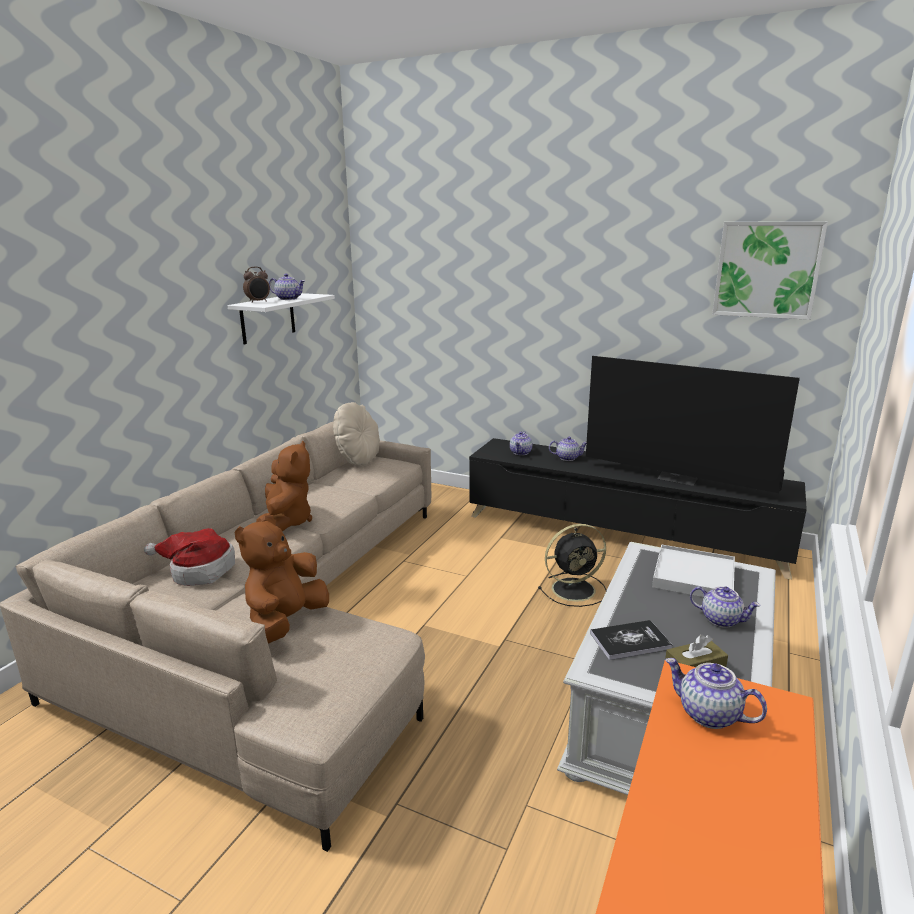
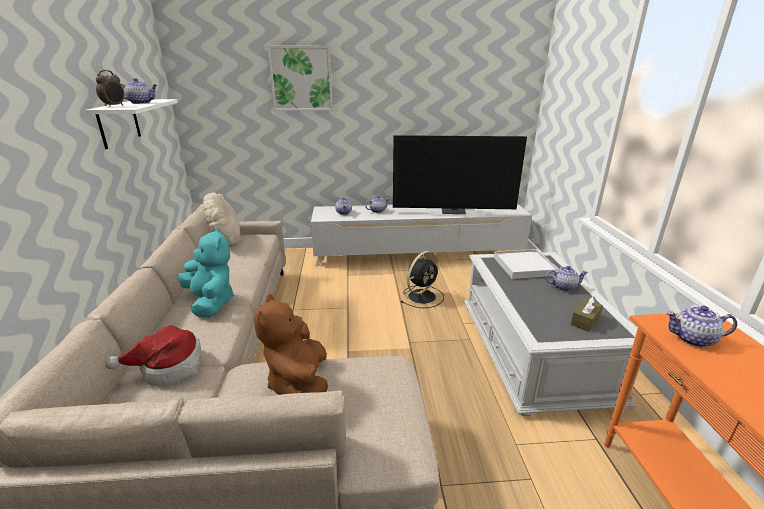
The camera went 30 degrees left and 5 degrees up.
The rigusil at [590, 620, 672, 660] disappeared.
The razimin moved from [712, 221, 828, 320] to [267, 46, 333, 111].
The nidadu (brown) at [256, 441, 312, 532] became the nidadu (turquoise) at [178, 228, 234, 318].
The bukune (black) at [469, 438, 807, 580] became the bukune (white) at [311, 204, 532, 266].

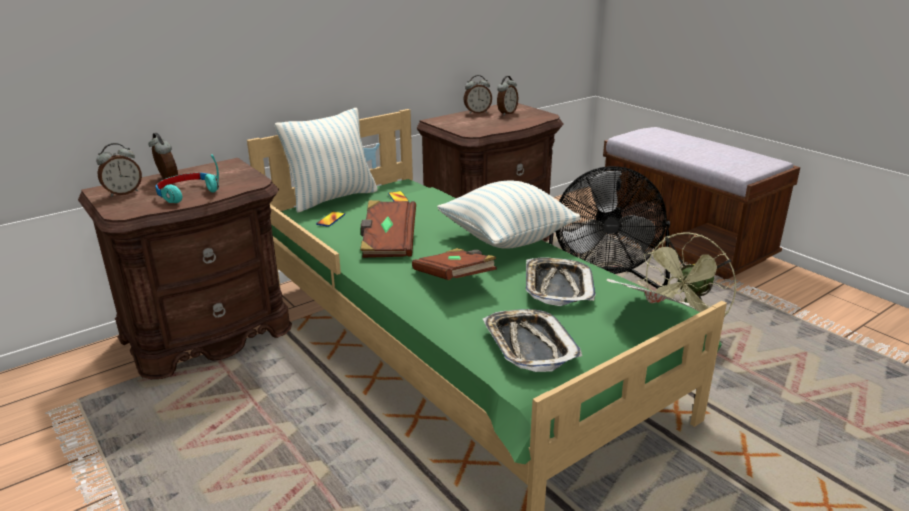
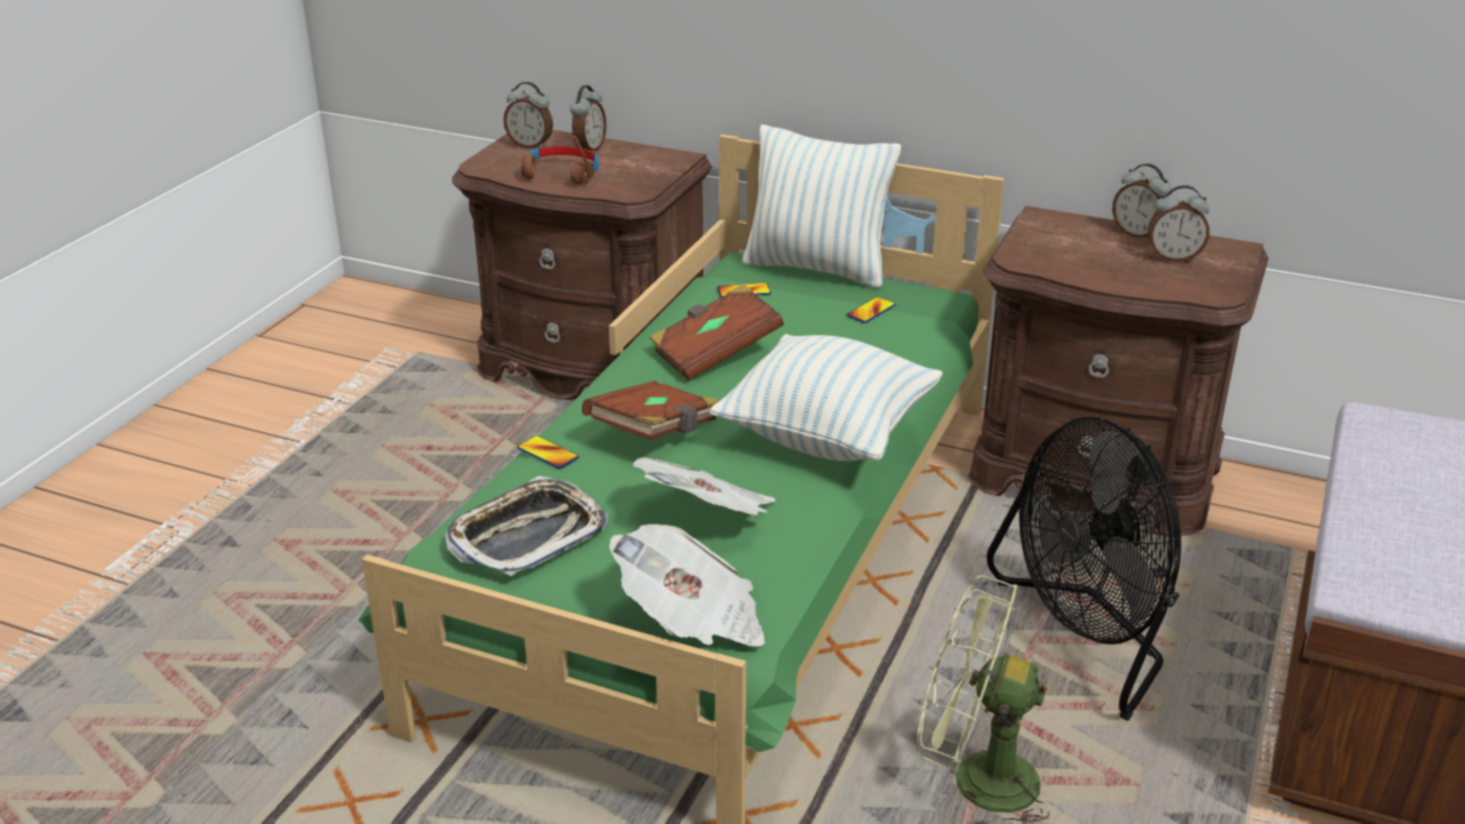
The camera went 60 degrees right and 5 degrees up.
The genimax at [517, 435, 579, 469] appeared.
The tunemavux at [526, 257, 596, 306] was replaced by the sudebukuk at [633, 457, 776, 516].
The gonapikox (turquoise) at [155, 154, 219, 203] became the gonapikox (brown) at [521, 135, 599, 184].

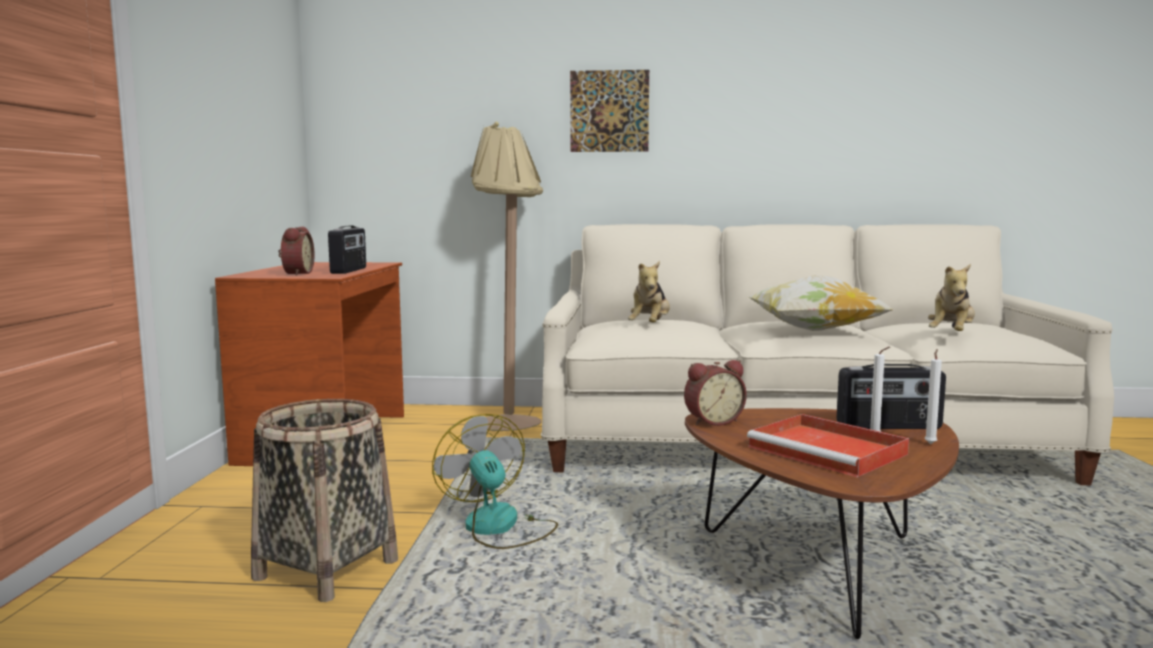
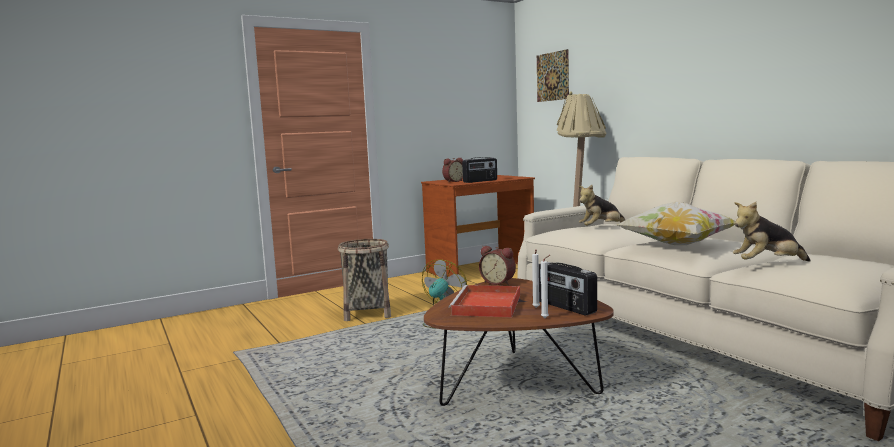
The camera went 55 degrees right and 0 degrees up.
The razimin moved from [570, 70, 649, 152] to [537, 49, 569, 102].

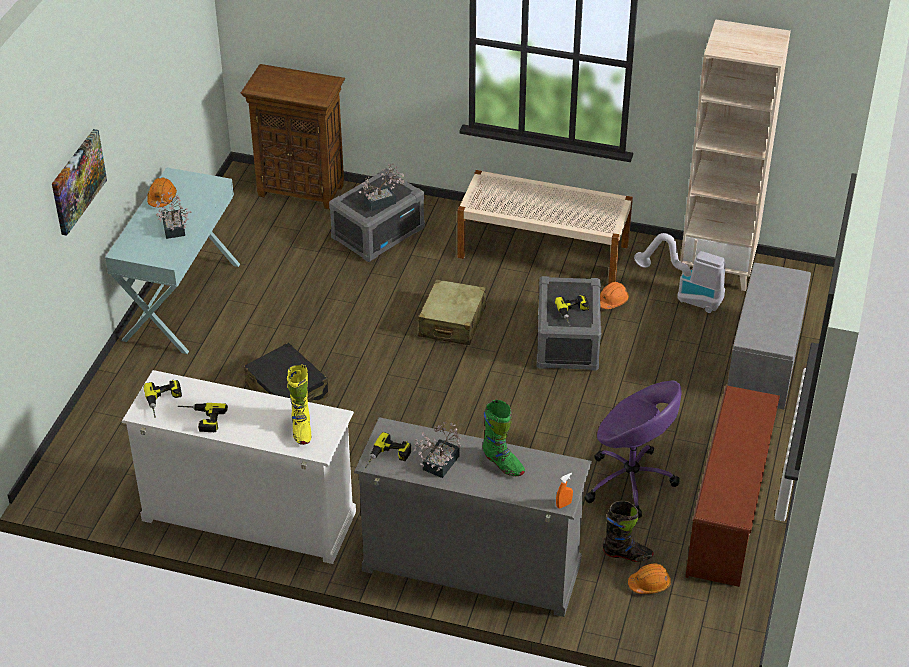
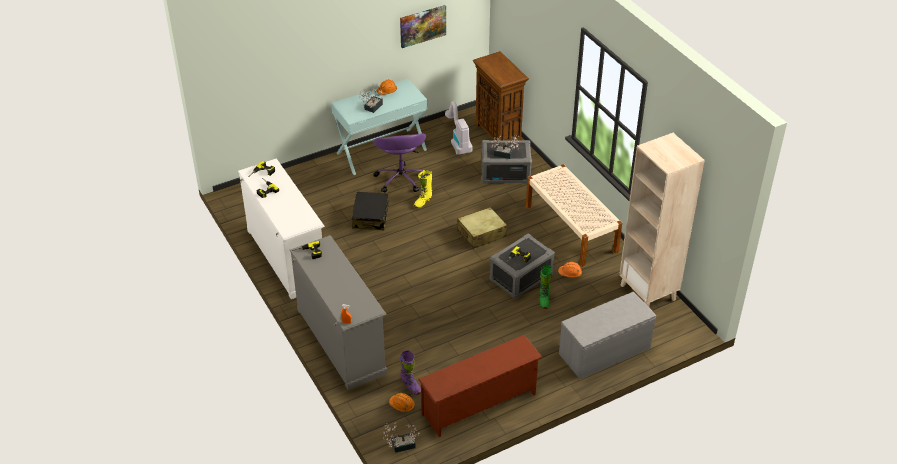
The camera went 45 degrees right and 0 degrees up.
The razimin moved from [52, 129, 107, 236] to [400, 5, 446, 48].
The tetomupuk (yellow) moved from [287, 365, 311, 445] to [414, 170, 432, 208].
The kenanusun moved from [413, 422, 461, 478] to [383, 423, 420, 453].
The tetomupuk (green) moved from [483, 400, 525, 476] to [540, 265, 552, 309].
The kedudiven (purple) moved from [584, 380, 681, 518] to [373, 134, 426, 193].
The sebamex moved from [634, 233, 726, 313] to [445, 101, 473, 154].
The tetomupuk (black) at [602, 501, 653, 562] became the tetomupuk (purple) at [400, 350, 421, 395].

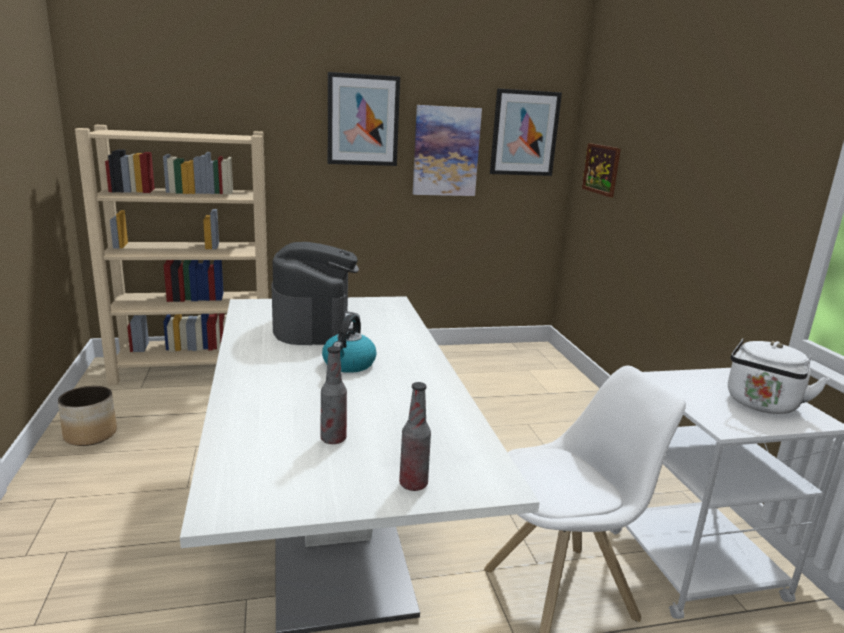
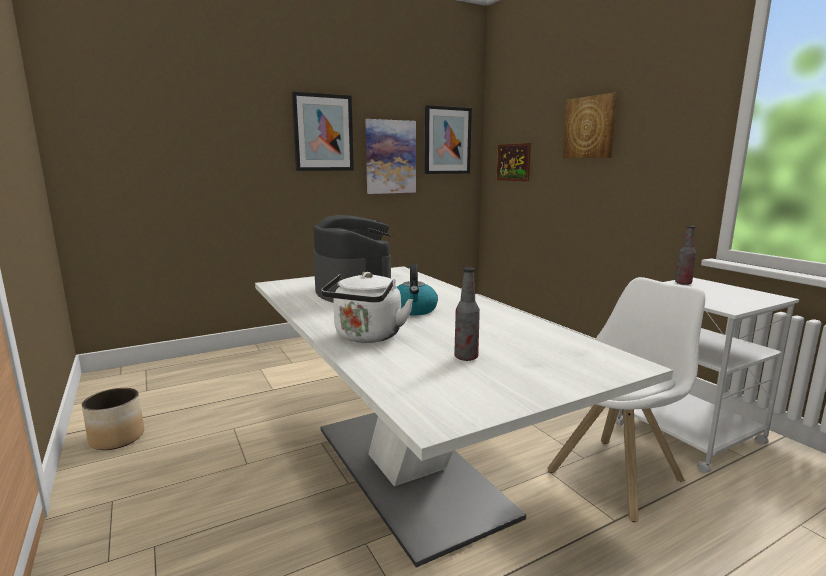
The camera went 15 degrees left and 5 degrees down.
The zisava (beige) at [75, 125, 268, 385] disappeared.
The razimin at [563, 93, 617, 158] appeared.
The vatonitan moved from [399, 382, 431, 491] to [675, 226, 696, 285].
The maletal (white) moved from [728, 338, 830, 414] to [321, 272, 413, 343].

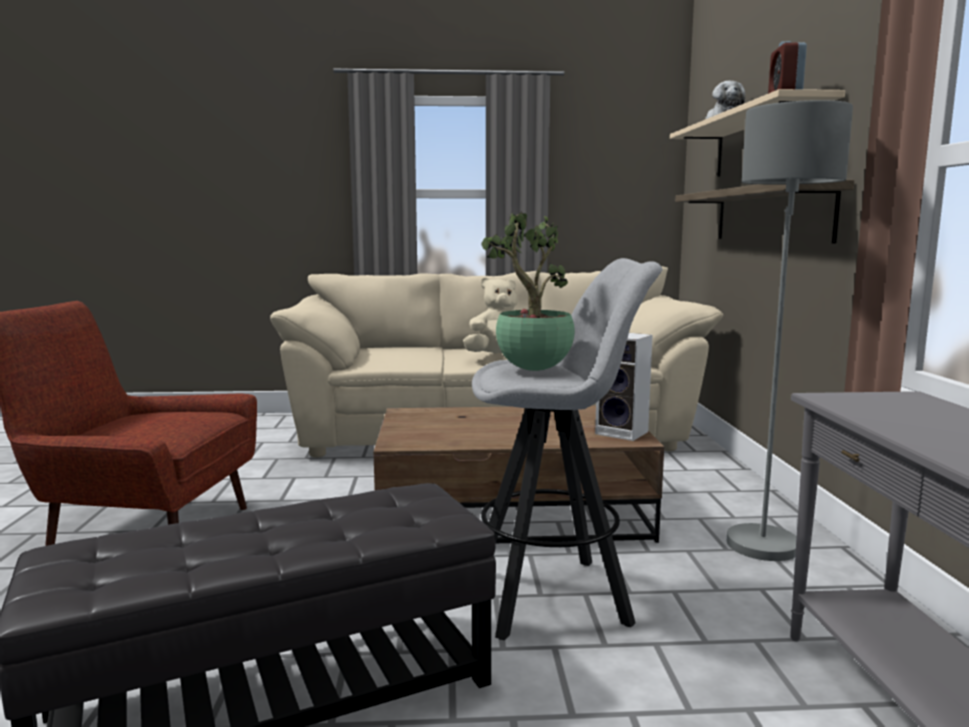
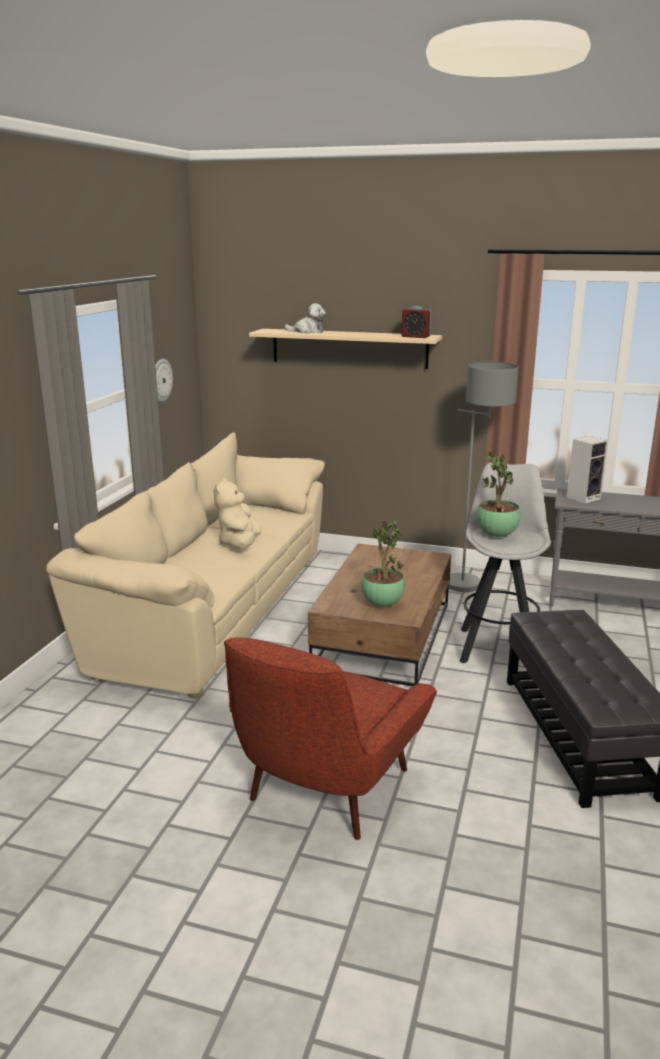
The camera went 70 degrees left and 10 degrees up.
The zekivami at [675, 180, 855, 244] disappeared.
The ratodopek at [155, 359, 173, 402] appeared.
The kenanusun at [361, 520, 405, 607] appeared.
The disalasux moved from [595, 333, 653, 441] to [567, 436, 608, 504].

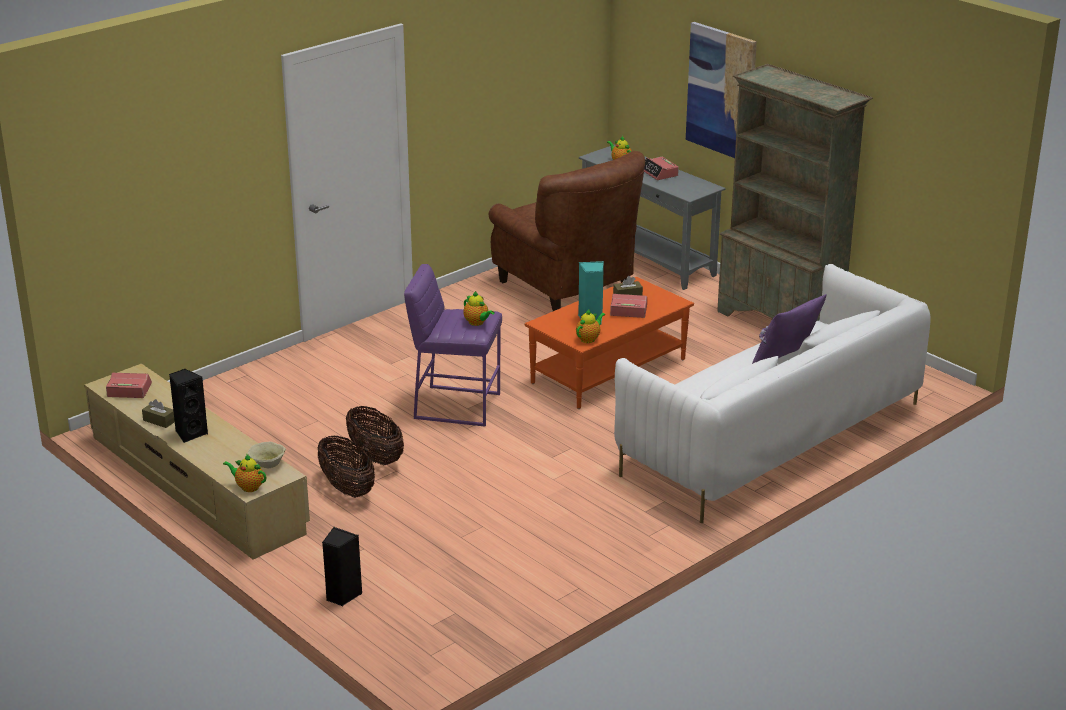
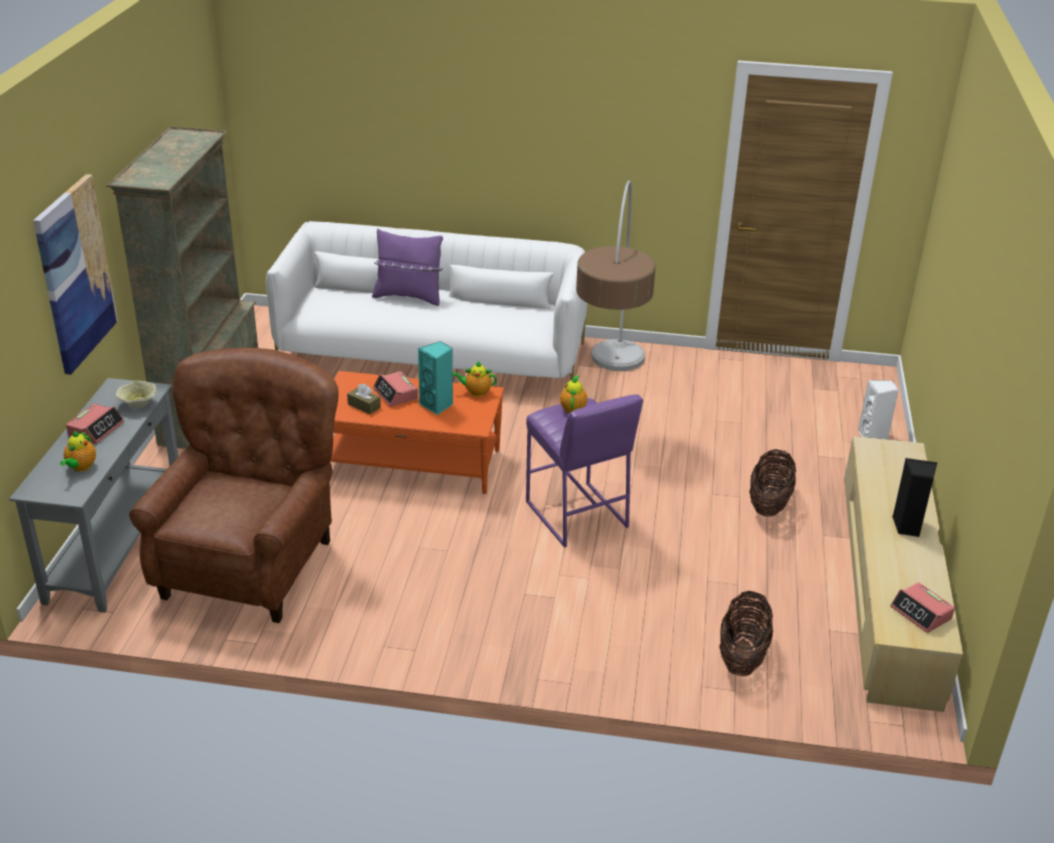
The camera went 130 degrees left and 5 degrees up.
The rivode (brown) at [142, 399, 175, 428] disappeared.
The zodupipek at [223, 454, 266, 492] disappeared.
The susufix at [576, 181, 655, 371] appeared.
The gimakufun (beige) moved from [248, 442, 286, 468] to [116, 381, 157, 409].
The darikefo moved from [346, 406, 404, 465] to [719, 591, 773, 677].
The disalasux (black) at [322, 527, 362, 606] became the disalasux (white) at [858, 380, 899, 439].

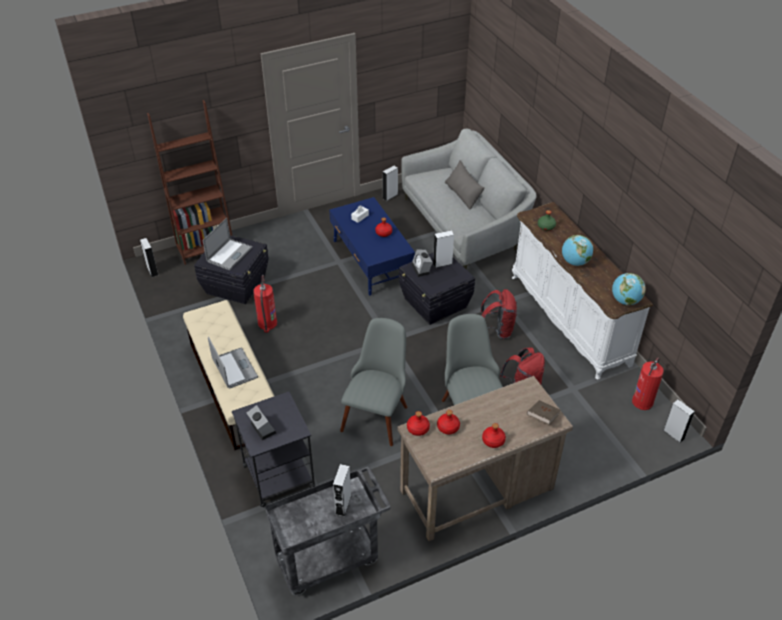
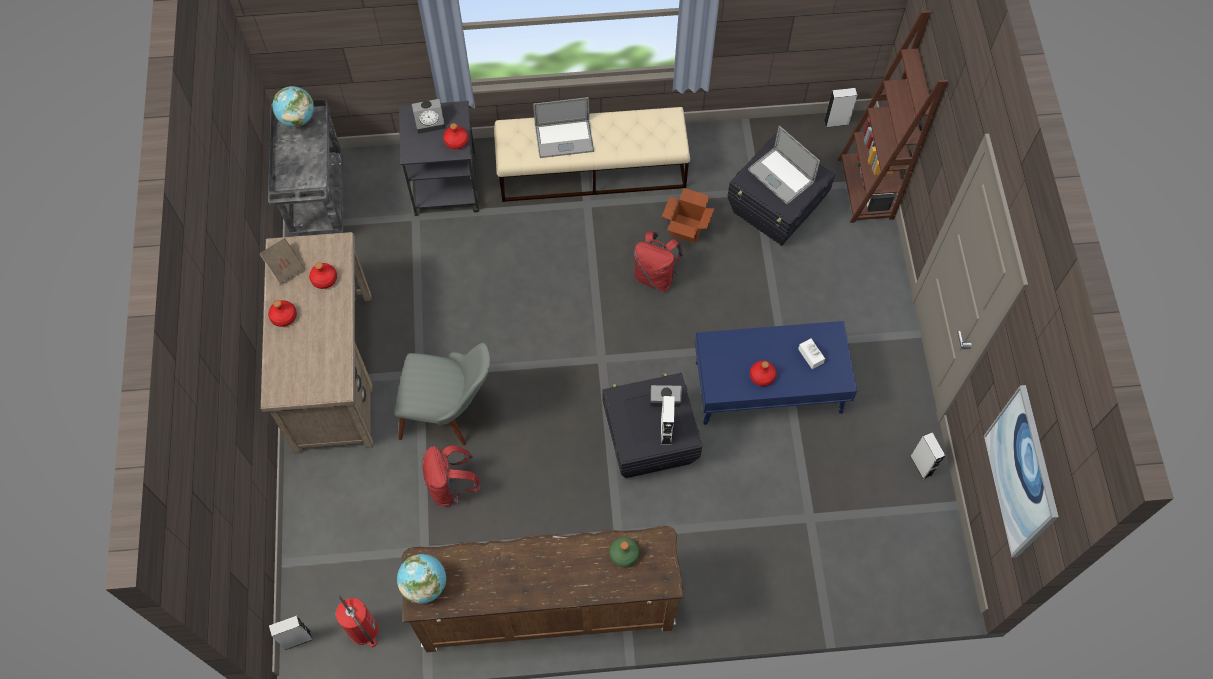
The camera went 110 degrees right and 20 degrees up.
The disalasux (grey) at [333, 464, 351, 517] disappeared.
The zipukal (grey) at [340, 318, 407, 446] disappeared.
The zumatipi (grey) at [401, 129, 537, 270] disappeared.
The razimin at [984, 385, 1059, 558] appeared.
The vatonitan (red) moved from [407, 411, 430, 436] to [443, 123, 468, 149].
The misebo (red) moved from [481, 289, 517, 339] to [634, 232, 683, 292].
The rigusil (brown) moved from [527, 400, 560, 424] to [260, 238, 305, 285].
The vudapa moved from [562, 235, 593, 266] to [272, 86, 314, 127].
The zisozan at [253, 275, 277, 333] was replaced by the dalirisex at [662, 188, 715, 243].

